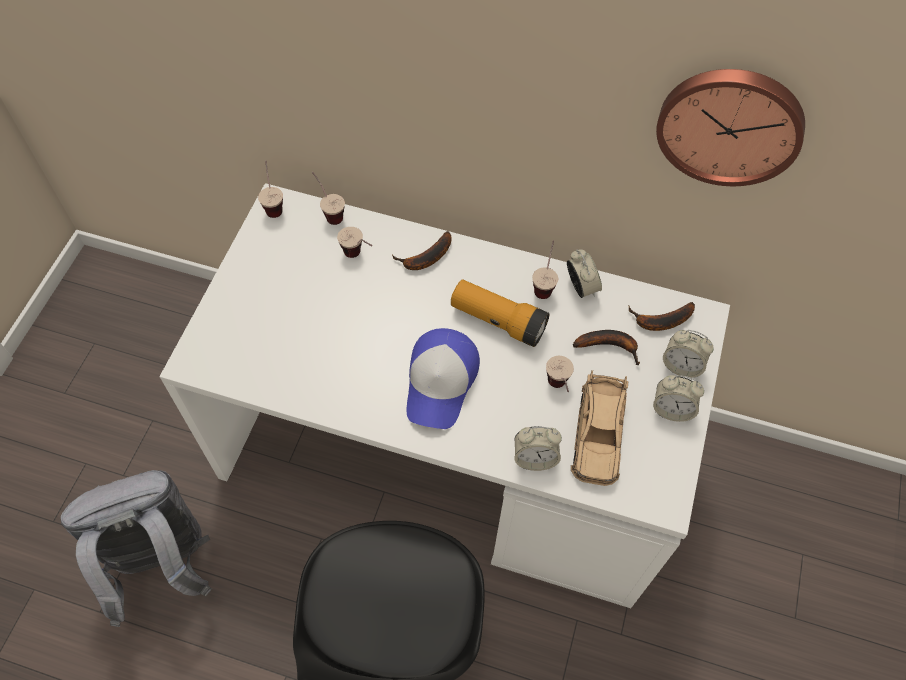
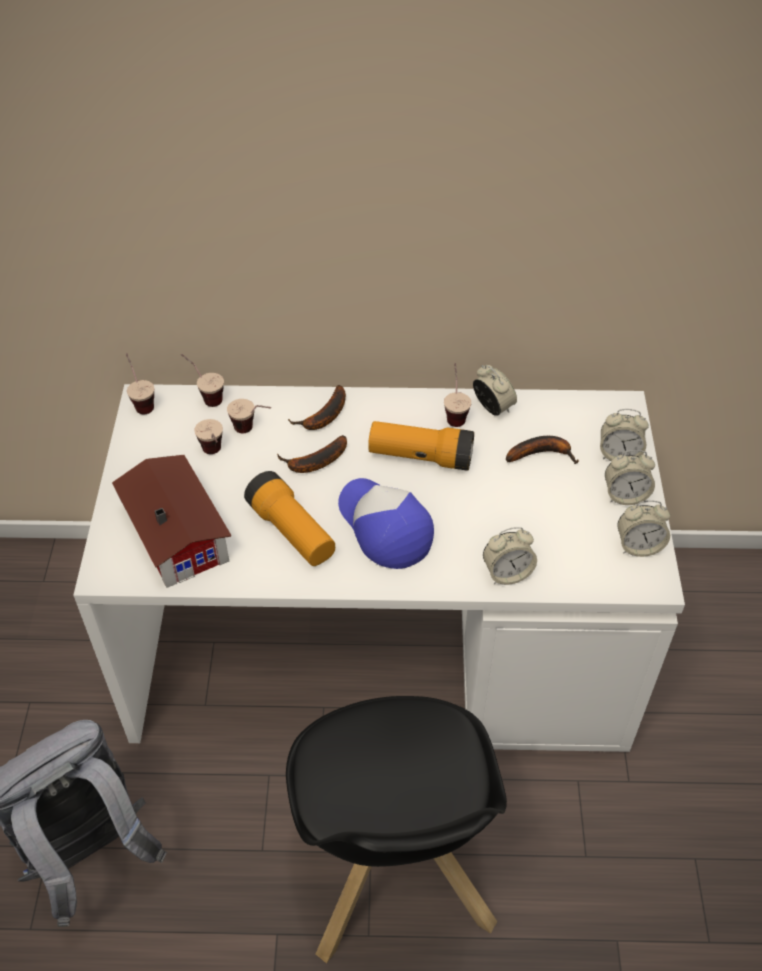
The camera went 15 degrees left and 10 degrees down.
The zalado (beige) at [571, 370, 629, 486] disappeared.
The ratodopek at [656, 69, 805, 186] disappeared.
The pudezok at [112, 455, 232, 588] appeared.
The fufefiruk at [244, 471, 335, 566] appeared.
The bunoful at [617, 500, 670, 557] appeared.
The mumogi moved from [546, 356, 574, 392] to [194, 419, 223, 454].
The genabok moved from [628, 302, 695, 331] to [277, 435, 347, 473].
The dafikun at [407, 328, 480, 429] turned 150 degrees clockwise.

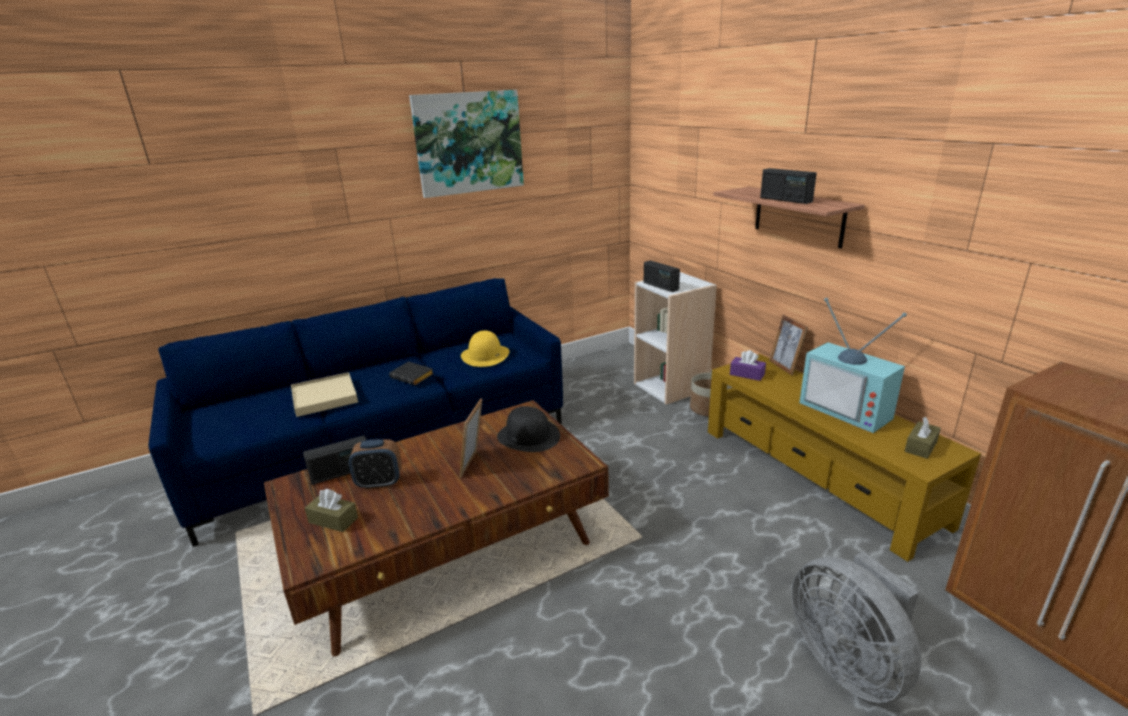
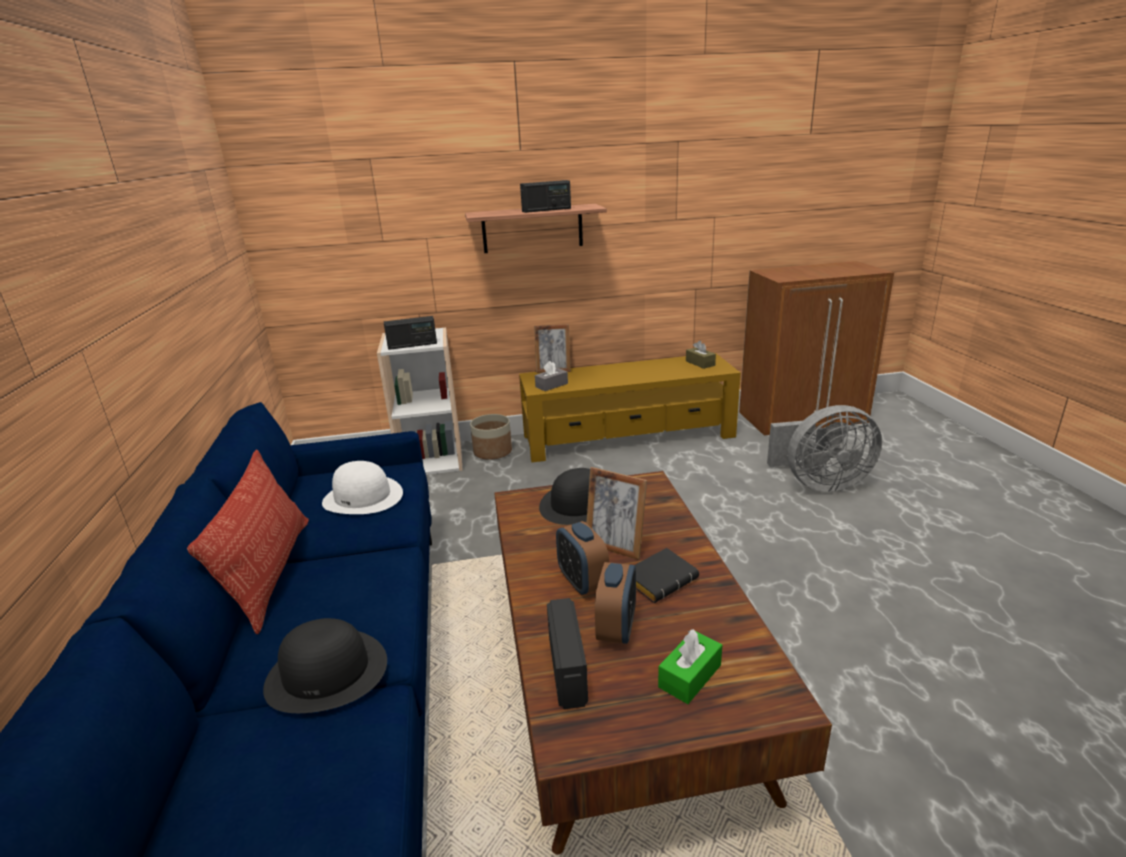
The camera went 70 degrees left and 0 degrees up.
The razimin at [409, 90, 524, 198] disappeared.
The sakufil at [799, 298, 907, 433] disappeared.
The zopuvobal at [187, 450, 309, 634] appeared.
The bunoful at [556, 521, 609, 595] appeared.
The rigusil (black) moved from [389, 361, 434, 385] to [635, 548, 699, 603].
The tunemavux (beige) at [291, 372, 358, 417] was replaced by the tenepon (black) at [263, 618, 387, 713].
The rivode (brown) at [305, 489, 358, 532] became the rivode (green) at [658, 629, 722, 704].
The tenepon (yellow) at [461, 331, 509, 367] became the tenepon (white) at [322, 461, 403, 514].
The rivode (purple) at [730, 350, 766, 381] became the rivode (grey) at [535, 361, 568, 391].

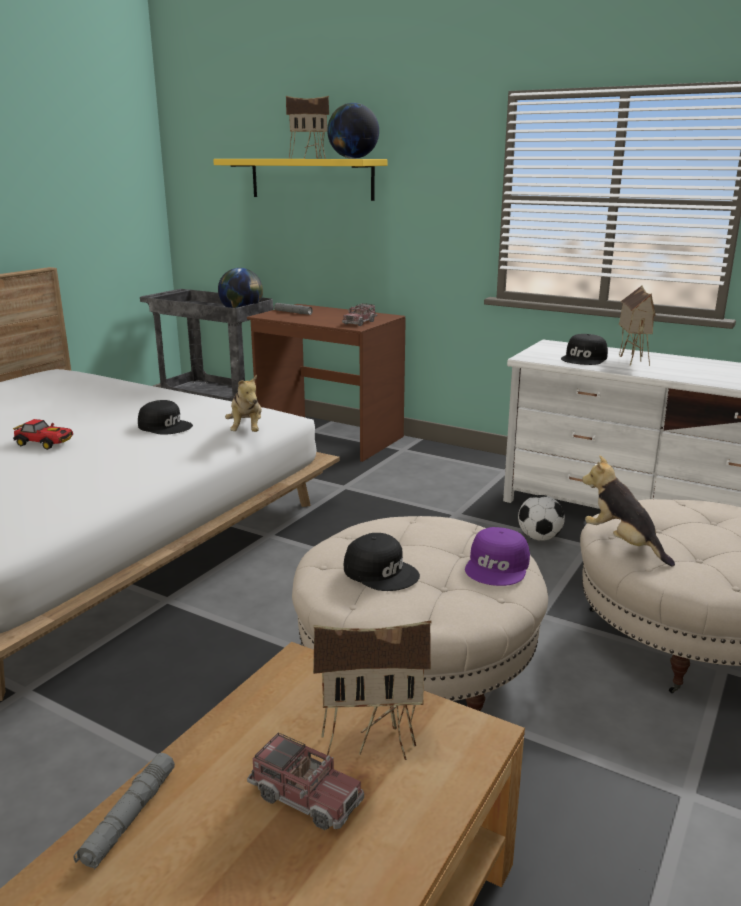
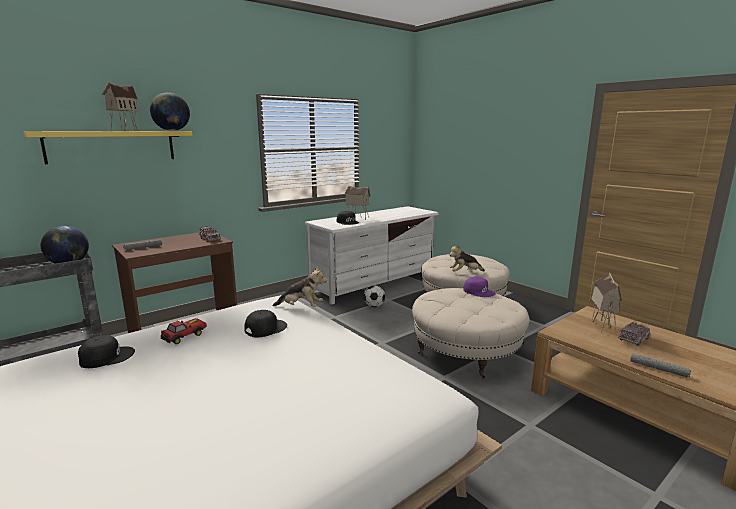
The camera went 70 degrees left and 5 degrees down.
The zalado moved from [13, 419, 73, 450] to [161, 318, 207, 344].
The dafikun (black) moved from [344, 533, 420, 591] to [78, 335, 135, 368].

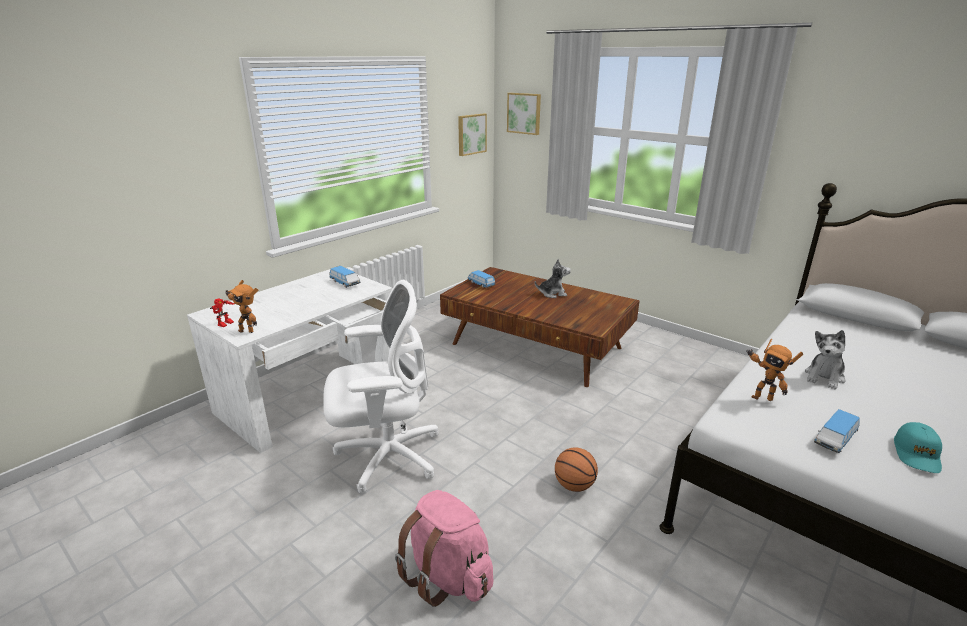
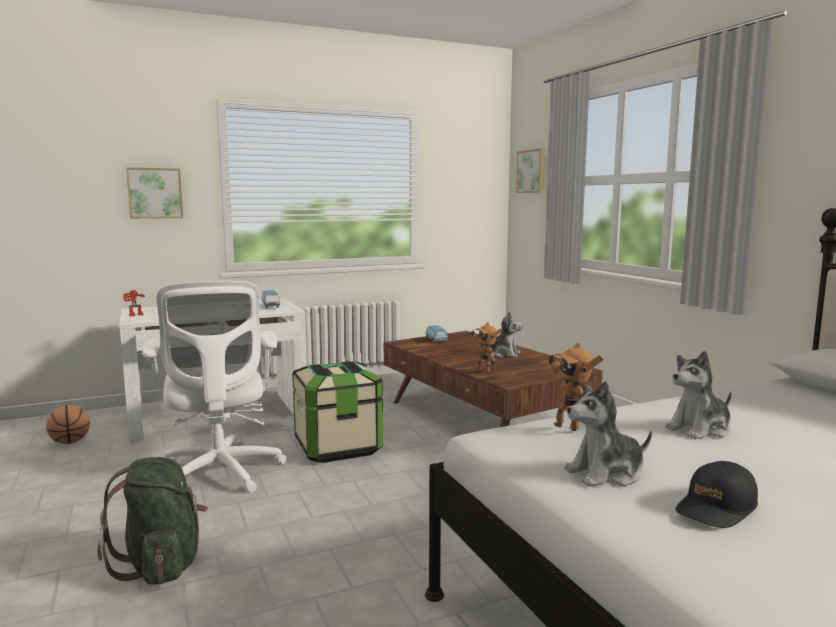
The camera went 25 degrees right and 15 degrees down.
The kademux at [292, 361, 383, 463] appeared.
The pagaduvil moved from [225, 280, 258, 333] to [471, 322, 503, 373].
The razimin moved from [458, 113, 487, 156] to [126, 167, 183, 219].
The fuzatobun moved from [555, 447, 598, 492] to [46, 405, 90, 444].
The zalado at [814, 409, 860, 453] was replaced by the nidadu at [565, 381, 652, 487].
The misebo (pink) at [395, 490, 493, 607] became the misebo (green) at [98, 457, 208, 585].
The dafikun (turquoise) at [894, 422, 942, 473] became the dafikun (black) at [675, 461, 758, 528].
The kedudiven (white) at [323, 280, 438, 493] turned 60 degrees clockwise.

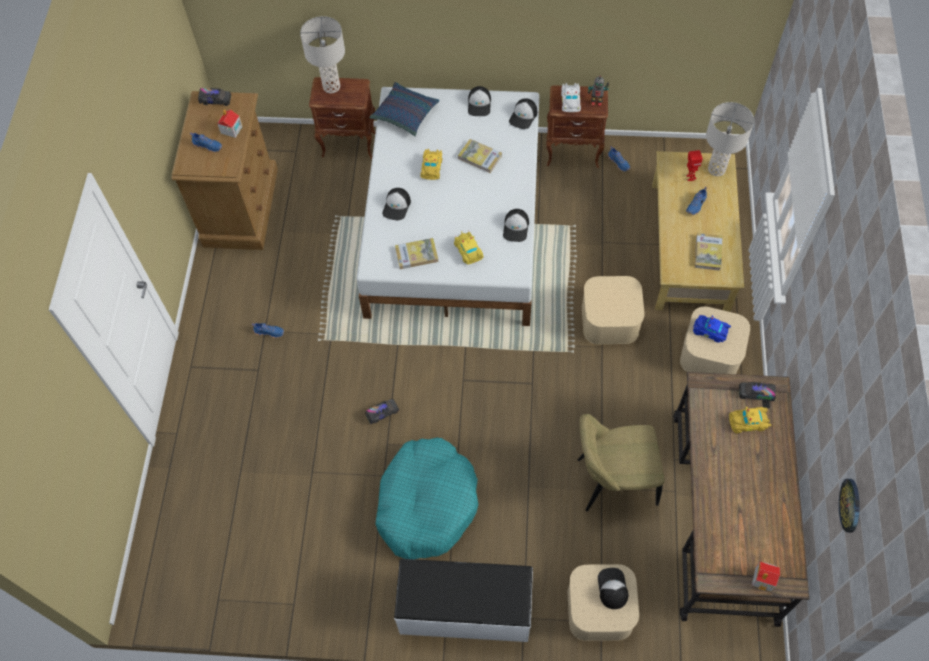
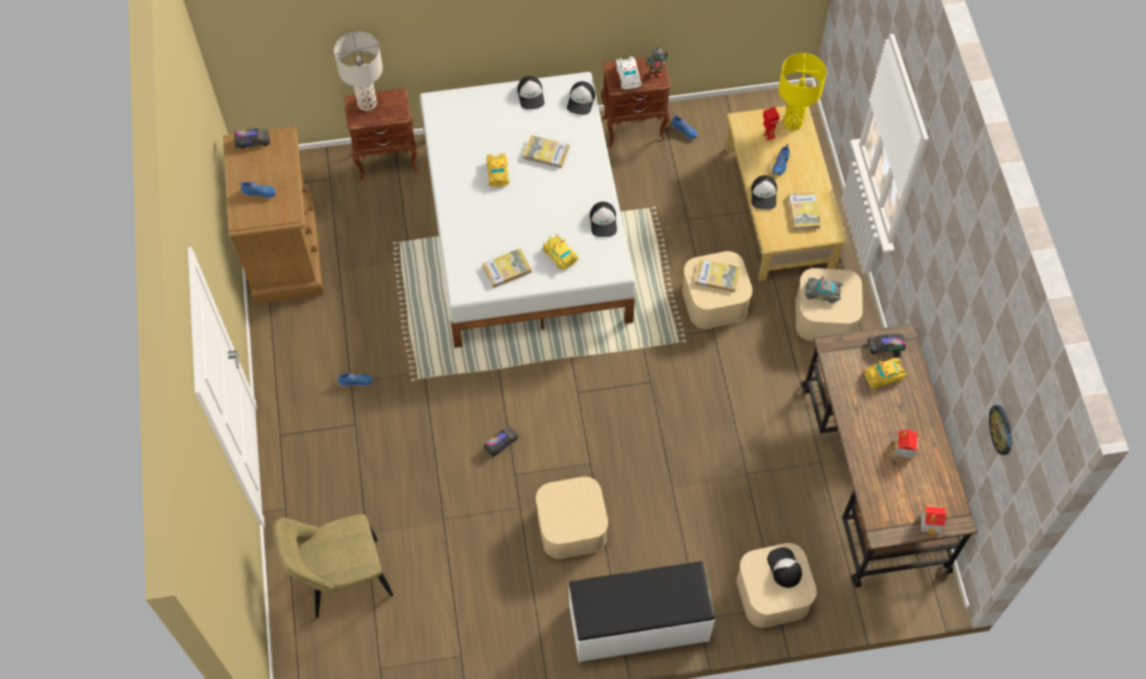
The camera went 15 degrees left and 0 degrees up.
The zopuvobal (blue) at [369, 82, 440, 136] disappeared.
The rigusil at [695, 259, 740, 292] appeared.
The pudezok moved from [217, 109, 243, 138] to [893, 429, 918, 458].
The dafikun moved from [382, 188, 411, 220] to [751, 175, 777, 210].
The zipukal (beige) moved from [578, 414, 665, 512] to [273, 514, 393, 618].
The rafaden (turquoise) at [375, 437, 478, 559] was replaced by the kademux (beige) at [536, 477, 608, 559].
The zalado (blue) at [693, 314, 731, 343] became the zalado (grey) at [805, 276, 843, 303].
The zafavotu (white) at [706, 102, 754, 176] became the zafavotu (yellow) at [778, 53, 826, 130].

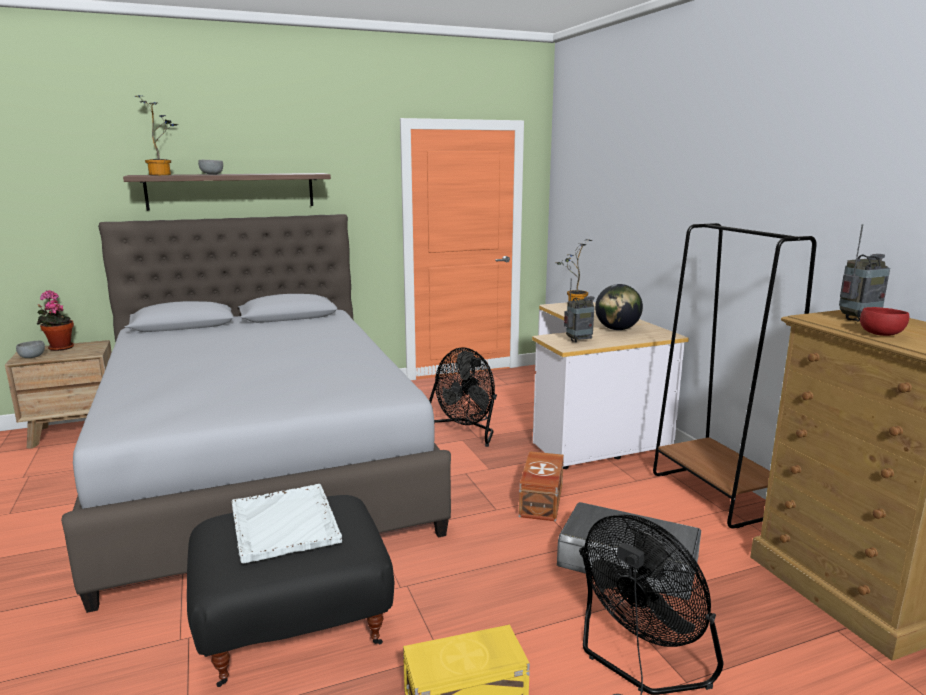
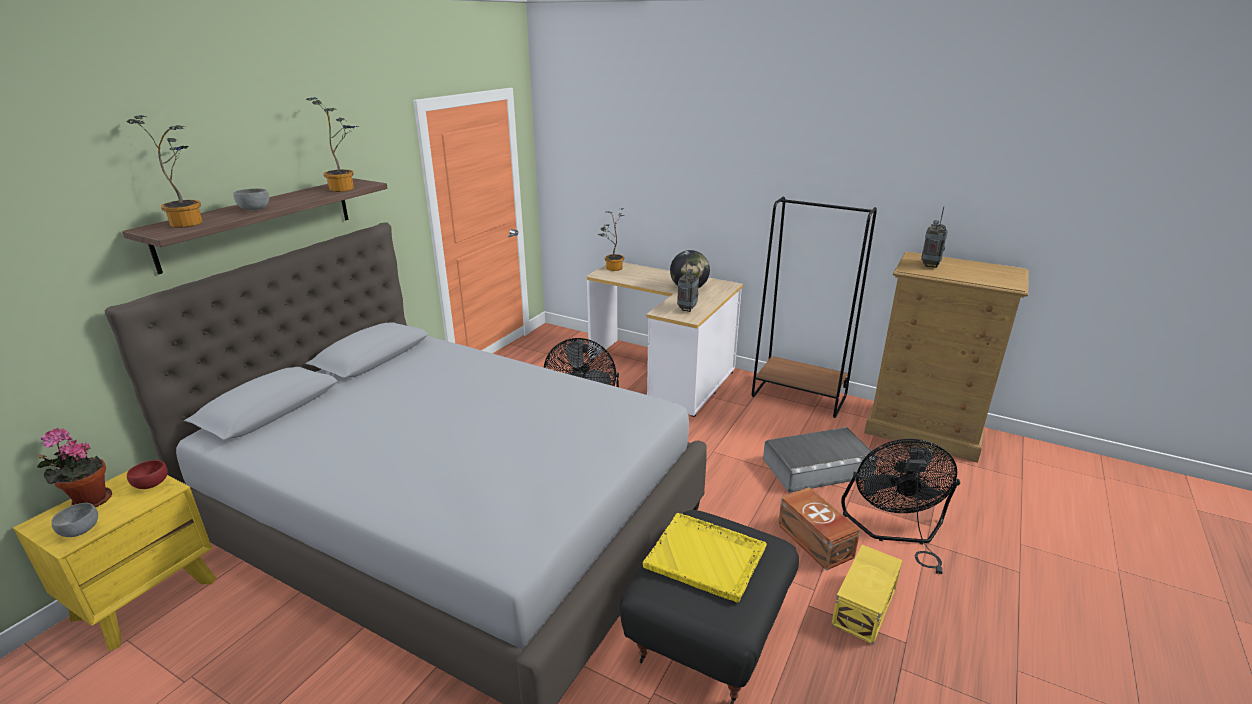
The camera went 40 degrees left and 10 degrees up.
The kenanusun at [306, 97, 359, 192] appeared.
The kademux (brown) moved from [519, 451, 564, 521] to [778, 487, 860, 571].
The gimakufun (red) moved from [860, 307, 909, 336] to [127, 460, 168, 489].
The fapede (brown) at [5, 340, 112, 449] became the fapede (yellow) at [13, 470, 216, 651].
The tunemavux (white) at [232, 484, 342, 563] became the tunemavux (yellow) at [643, 513, 767, 603].

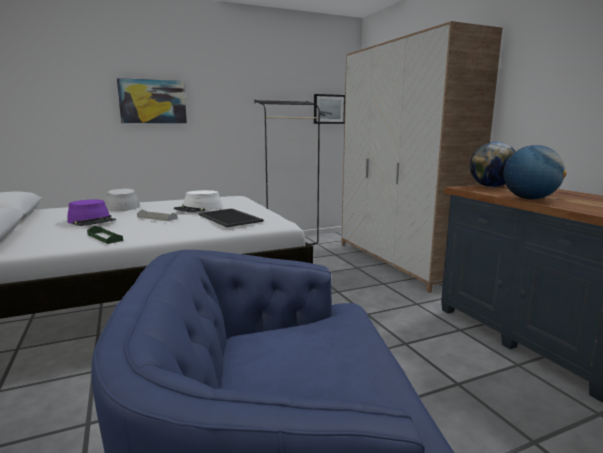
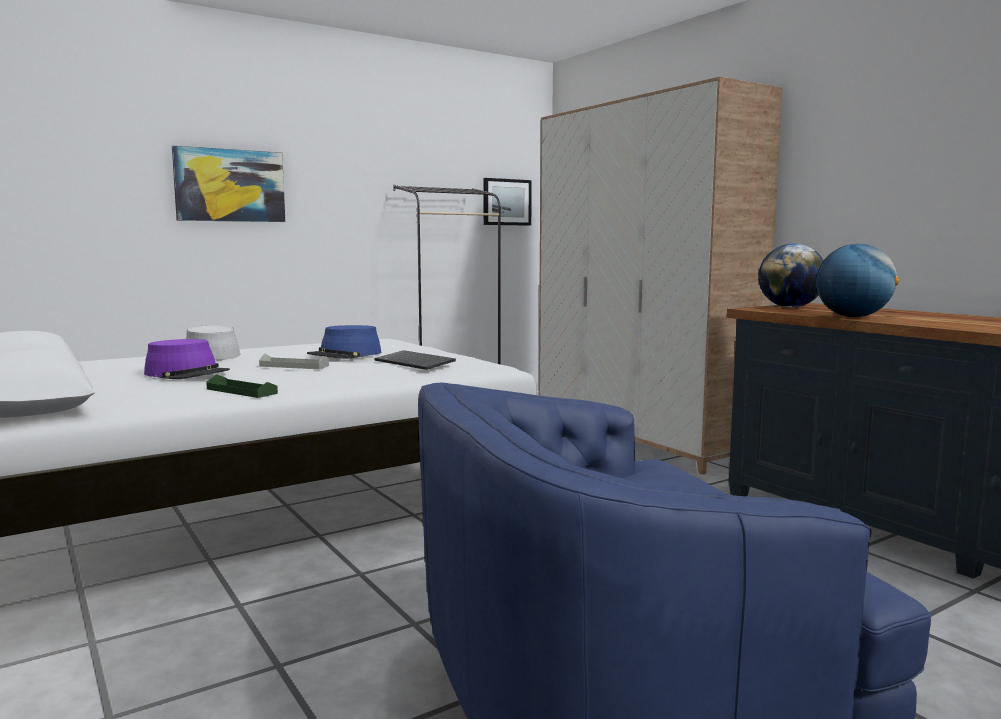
The camera went 10 degrees left and 5 degrees down.
The tunemavux at [198, 208, 263, 227] was replaced by the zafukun at [374, 350, 456, 370].
The tenepon (white) at [174, 190, 222, 213] became the tenepon (blue) at [307, 325, 381, 359].

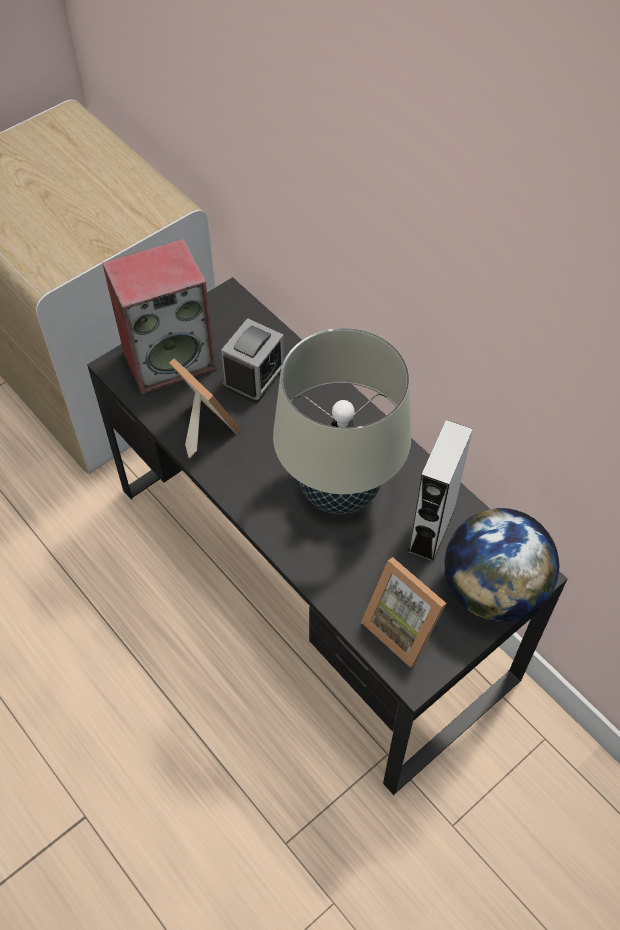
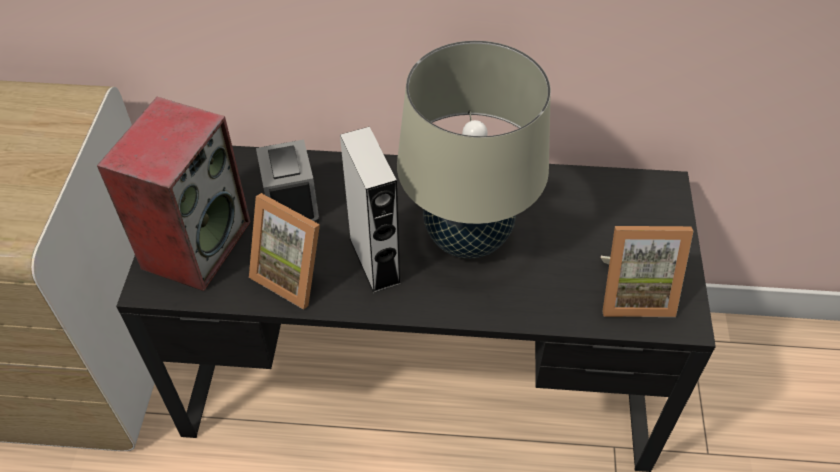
The camera went 45 degrees left and 5 degrees down.
The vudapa at [445, 508, 560, 622] disappeared.
The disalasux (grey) moved from [407, 420, 473, 562] to [340, 126, 401, 293].
The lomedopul at [170, 358, 241, 458] turned 150 degrees counterclockwise.

